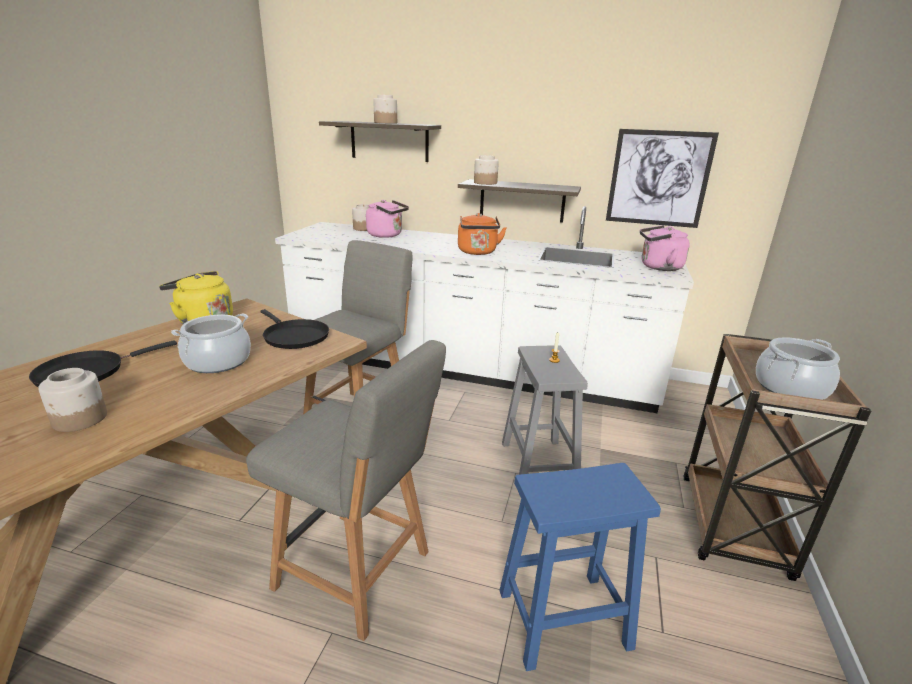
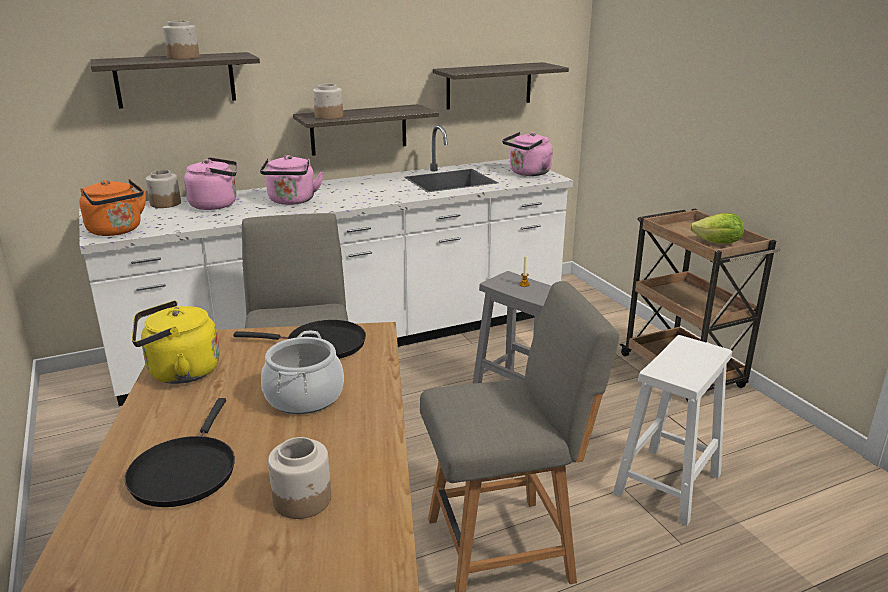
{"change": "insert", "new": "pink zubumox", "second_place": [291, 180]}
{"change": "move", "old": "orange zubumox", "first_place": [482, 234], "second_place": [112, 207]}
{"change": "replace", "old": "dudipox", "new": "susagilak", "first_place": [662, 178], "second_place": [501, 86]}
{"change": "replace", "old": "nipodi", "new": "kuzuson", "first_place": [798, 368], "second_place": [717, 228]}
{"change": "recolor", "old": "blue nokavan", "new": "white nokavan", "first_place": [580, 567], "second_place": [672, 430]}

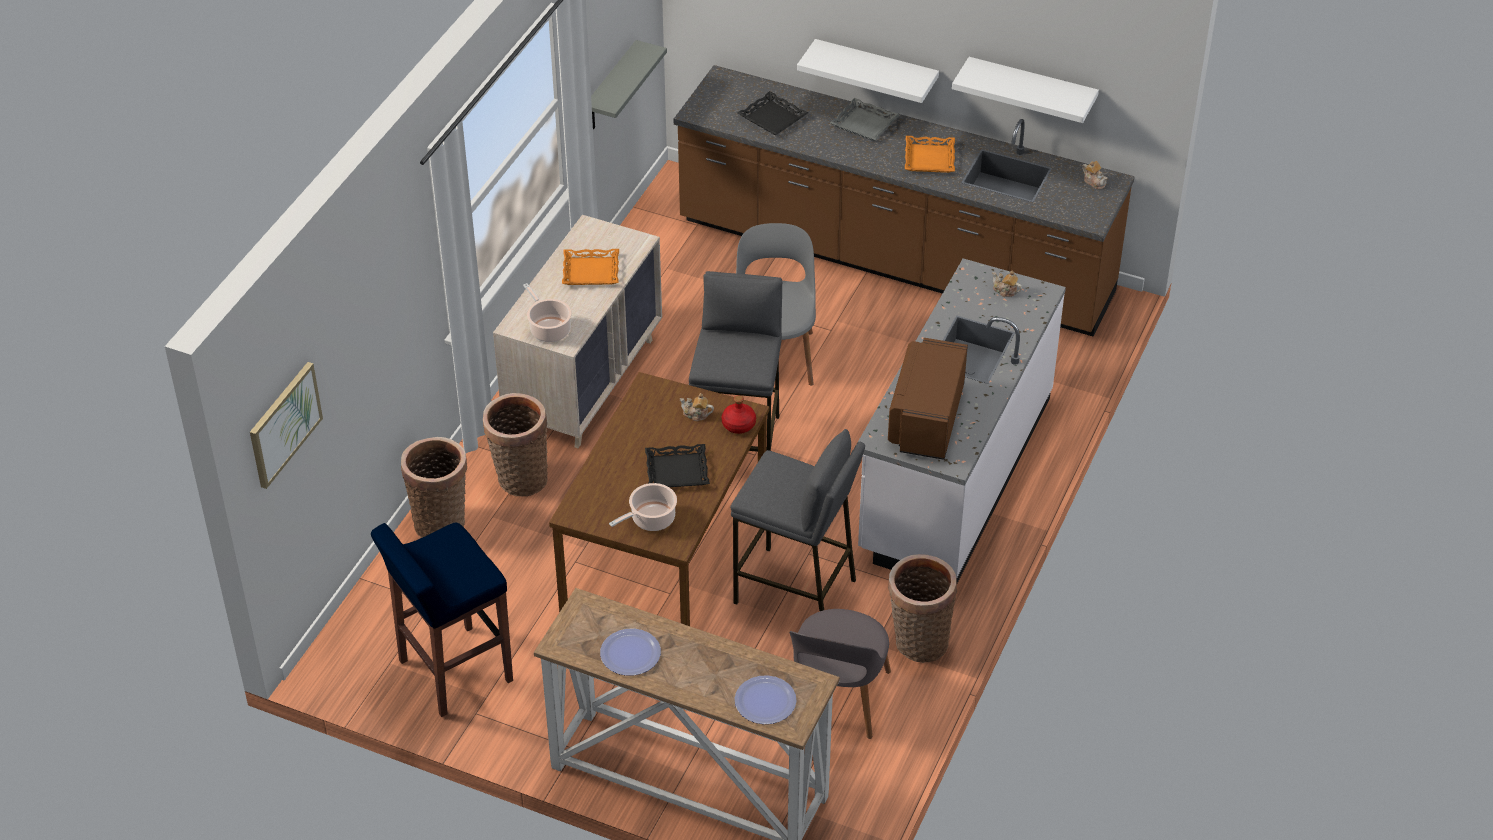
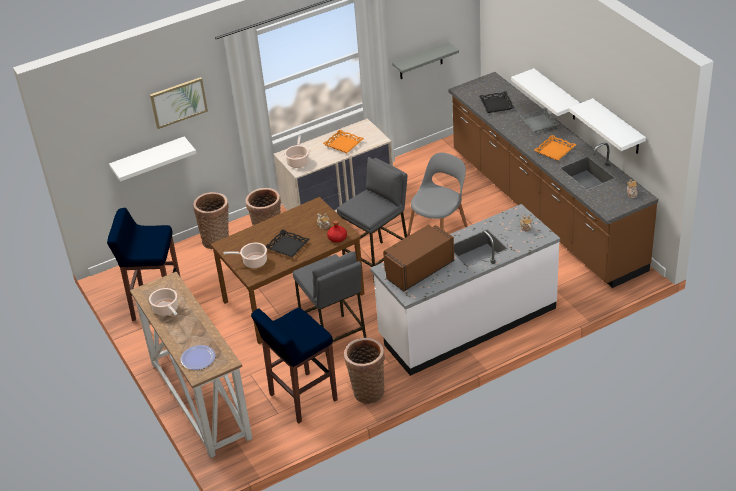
{"change": "insert", "new": "white susagilak", "second_place": [152, 159]}
{"change": "move", "old": "dudipox", "first_place": [286, 425], "second_place": [179, 103]}
{"change": "replace", "old": "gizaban", "new": "nipodi", "first_place": [630, 652], "second_place": [163, 302]}
{"change": "replace", "old": "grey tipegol", "new": "blue nokavan", "first_place": [840, 674], "second_place": [294, 365]}

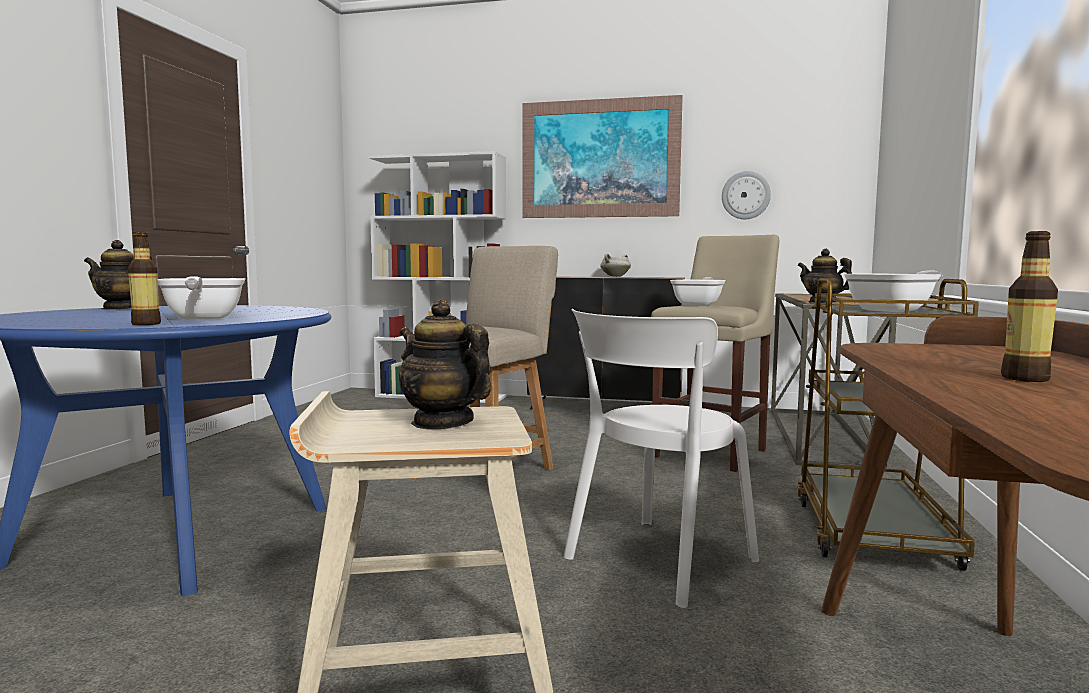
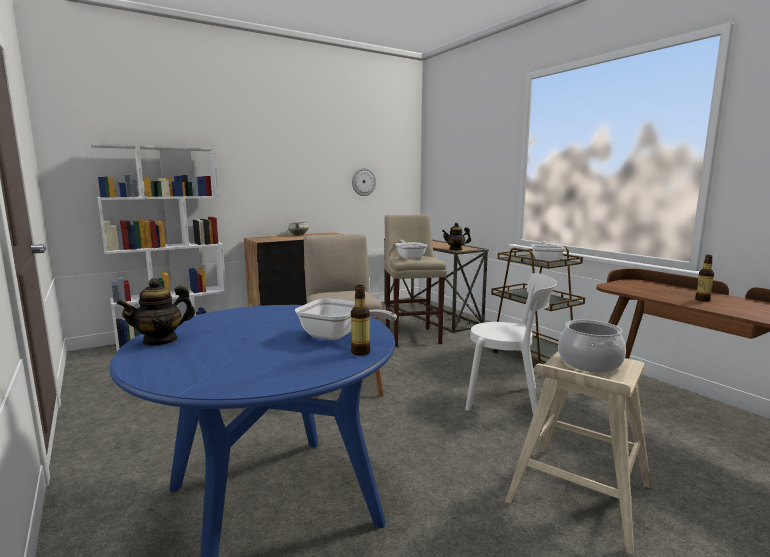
{"change": "delete", "old": "dudipox", "first_place": [602, 156]}
{"change": "replace", "old": "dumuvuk", "new": "nipodi", "first_place": [445, 365], "second_place": [592, 346]}
{"change": "rotate", "old": "white tipegol", "first_place": [661, 458], "second_place": [511, 344], "degrees": -75}

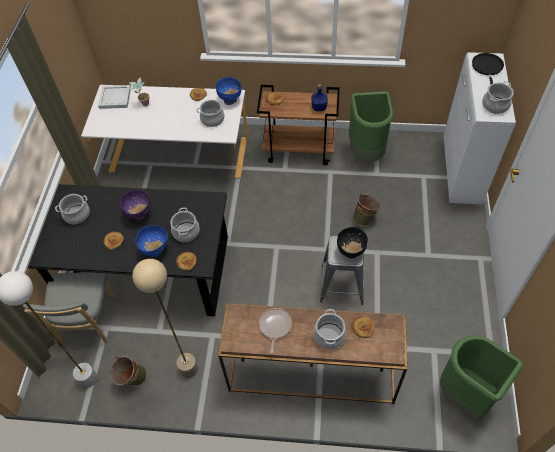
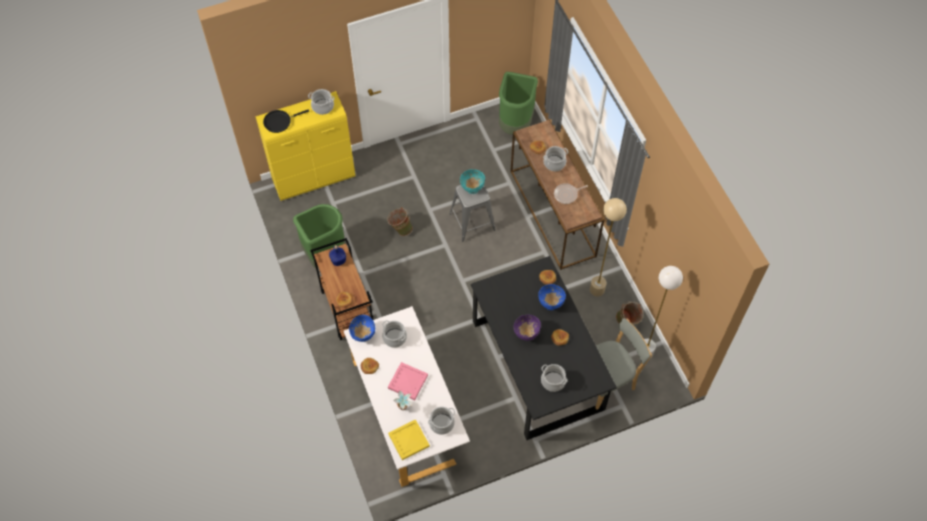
{"change": "insert", "new": "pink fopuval", "second_place": [408, 381]}
{"change": "move", "old": "nipodi", "first_place": [185, 225], "second_place": [441, 421]}
{"change": "recolor", "old": "white fopuval", "new": "yellow fopuval", "first_place": [114, 97], "second_place": [409, 439]}
{"change": "recolor", "old": "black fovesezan", "new": "turquoise fovesezan", "first_place": [352, 243], "second_place": [472, 181]}
{"change": "recolor", "old": "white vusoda", "new": "yellow vusoda", "first_place": [480, 128], "second_place": [305, 146]}

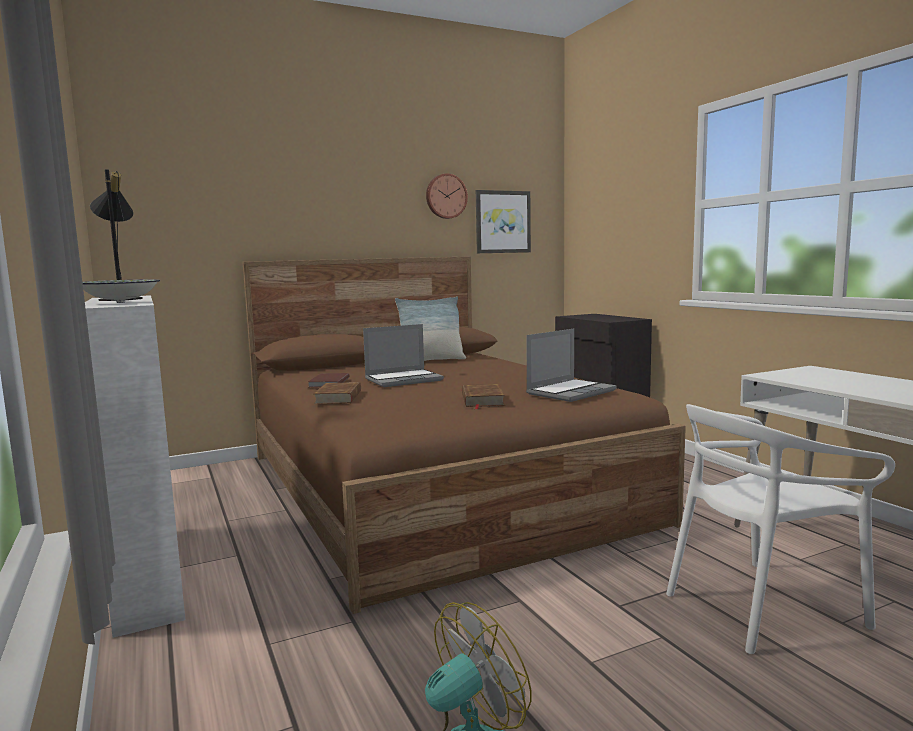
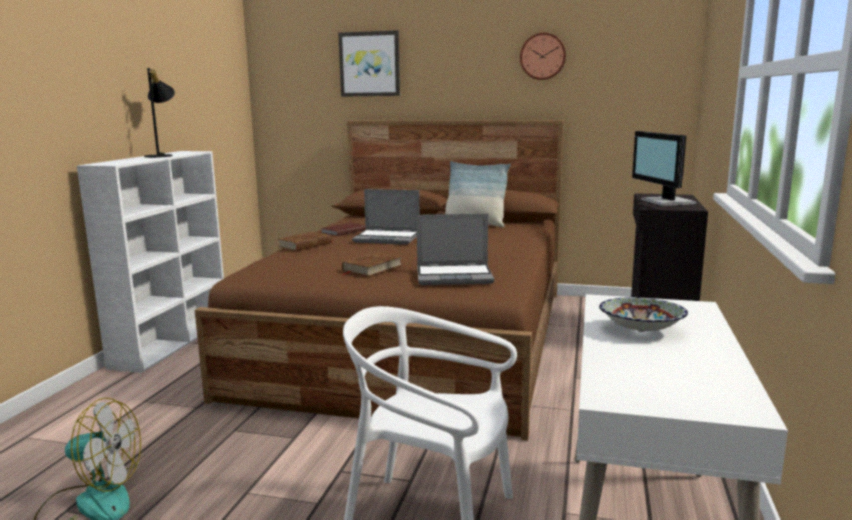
{"change": "insert", "new": "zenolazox", "second_place": [664, 168]}
{"change": "move", "old": "fovesezan", "first_place": [121, 291], "second_place": [643, 314]}
{"change": "move", "old": "dudipox", "first_place": [503, 221], "second_place": [369, 63]}

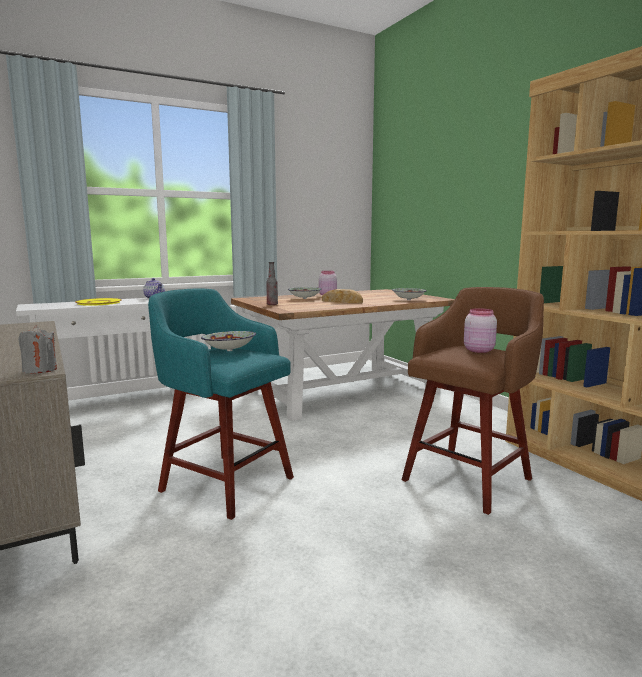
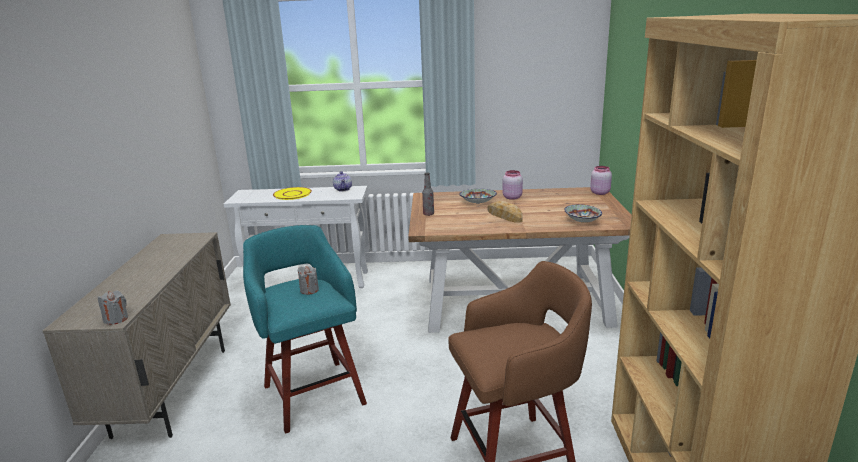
{"change": "move", "old": "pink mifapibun", "first_place": [480, 330], "second_place": [601, 180]}
{"change": "replace", "old": "fovesezan", "new": "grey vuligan", "first_place": [228, 341], "second_place": [308, 280]}

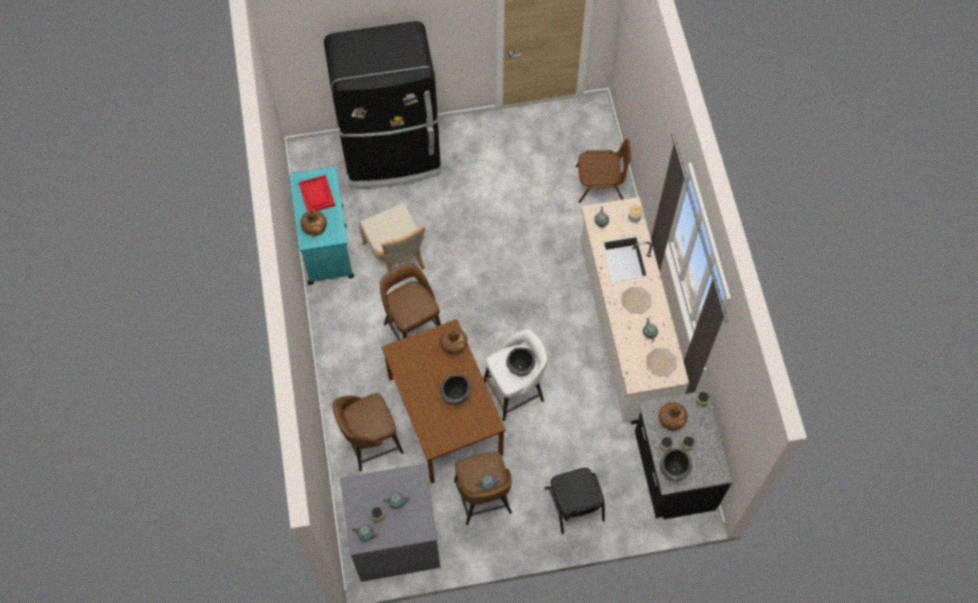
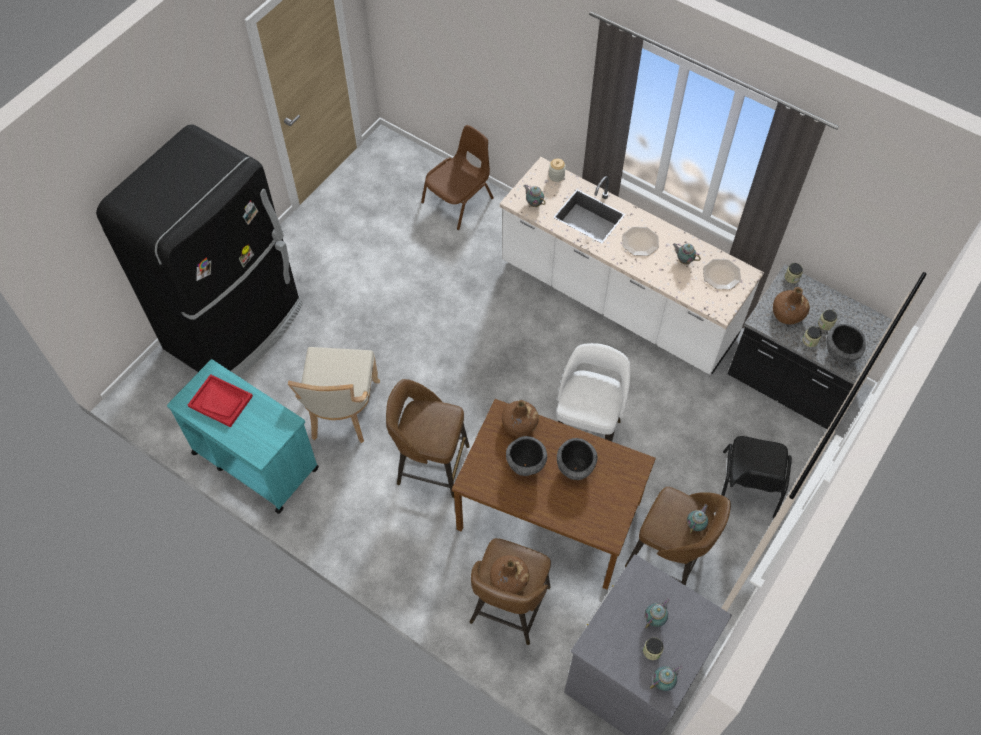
{"change": "move", "old": "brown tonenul", "first_place": [313, 223], "second_place": [509, 574]}
{"change": "move", "old": "fovesezan", "first_place": [521, 361], "second_place": [526, 456]}
{"change": "rotate", "old": "beige tipegol", "first_place": [392, 237], "second_place": [334, 395], "degrees": 75}
{"change": "rotate", "old": "black tipegol", "first_place": [574, 501], "second_place": [756, 477], "degrees": 75}

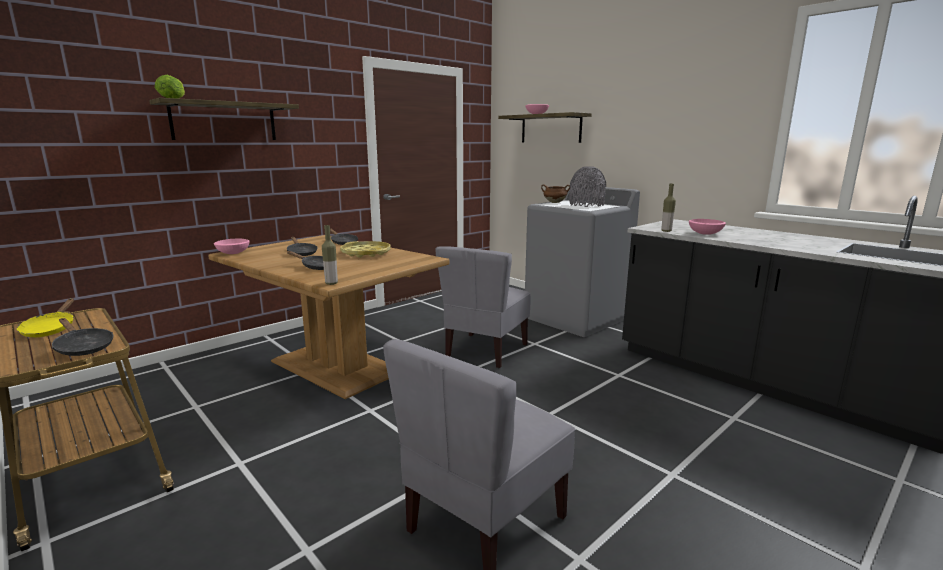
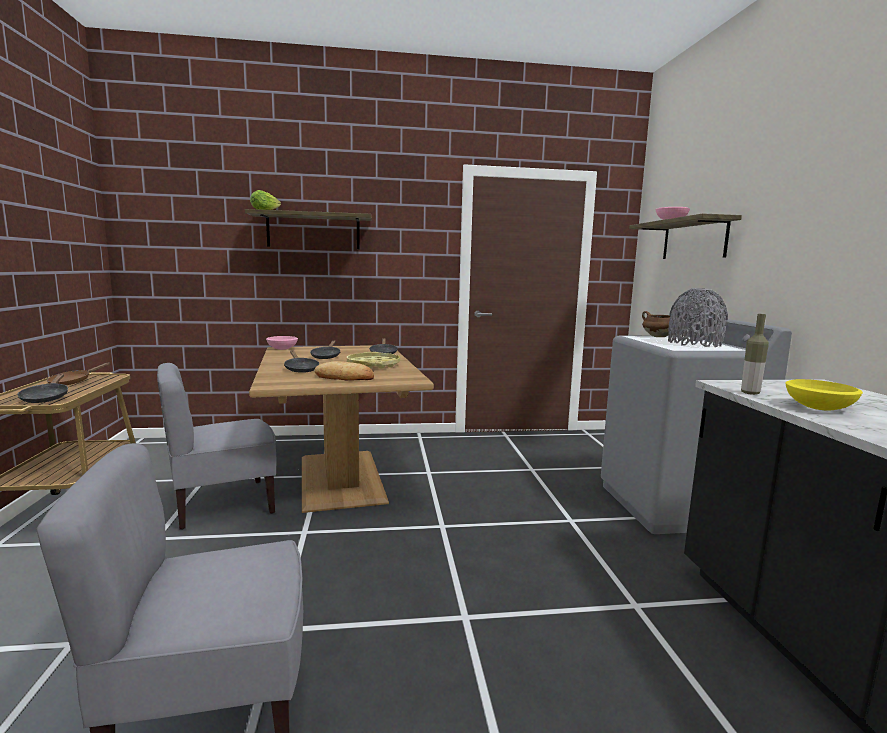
{"change": "delete", "old": "tonenul", "first_place": [330, 255]}
{"change": "insert", "new": "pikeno", "second_place": [344, 371]}
{"change": "move", "old": "grey tipegol", "first_place": [483, 307], "second_place": [217, 446]}
{"change": "recolor", "old": "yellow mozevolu", "new": "brown mozevolu", "first_place": [45, 317], "second_place": [78, 373]}
{"change": "recolor", "old": "pink fovesezan", "new": "yellow fovesezan", "first_place": [707, 227], "second_place": [824, 395]}

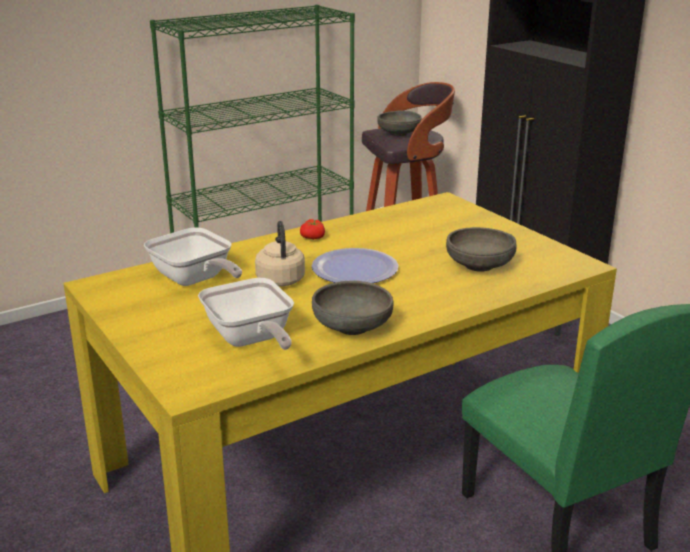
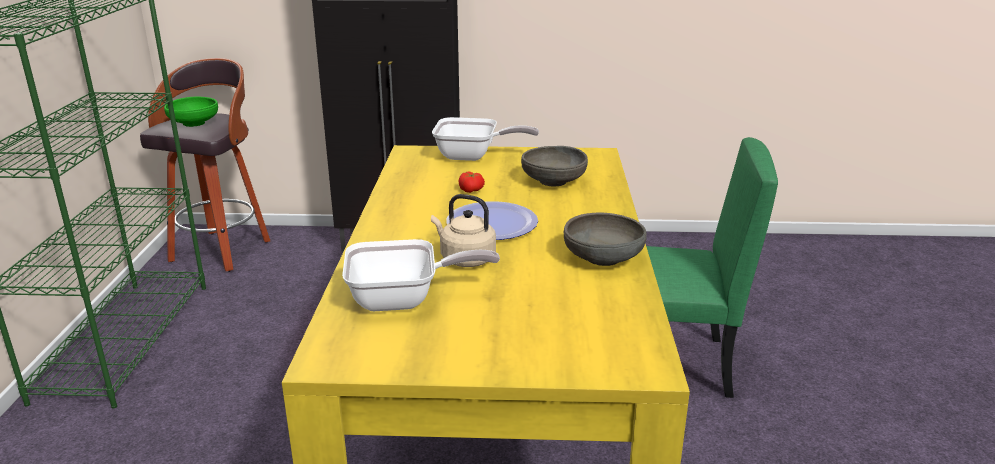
{"change": "move", "old": "mozevolu", "first_place": [246, 314], "second_place": [485, 139]}
{"change": "move", "old": "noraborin", "first_place": [312, 229], "second_place": [472, 182]}
{"change": "recolor", "old": "grey fovesezan", "new": "green fovesezan", "first_place": [399, 123], "second_place": [191, 112]}

